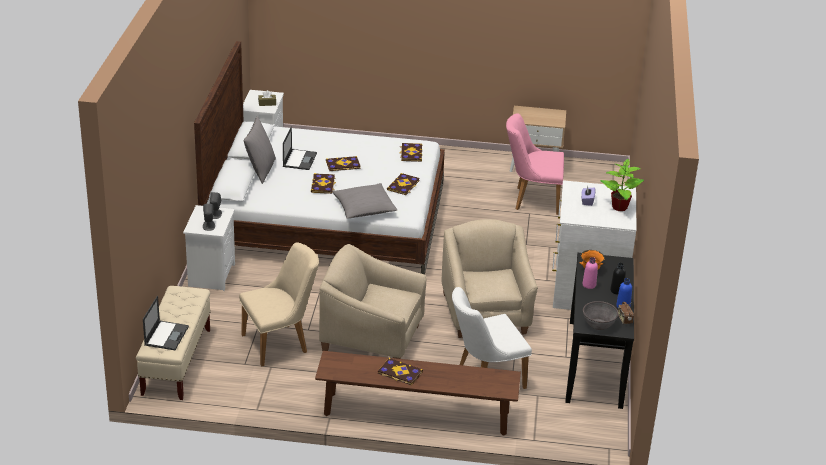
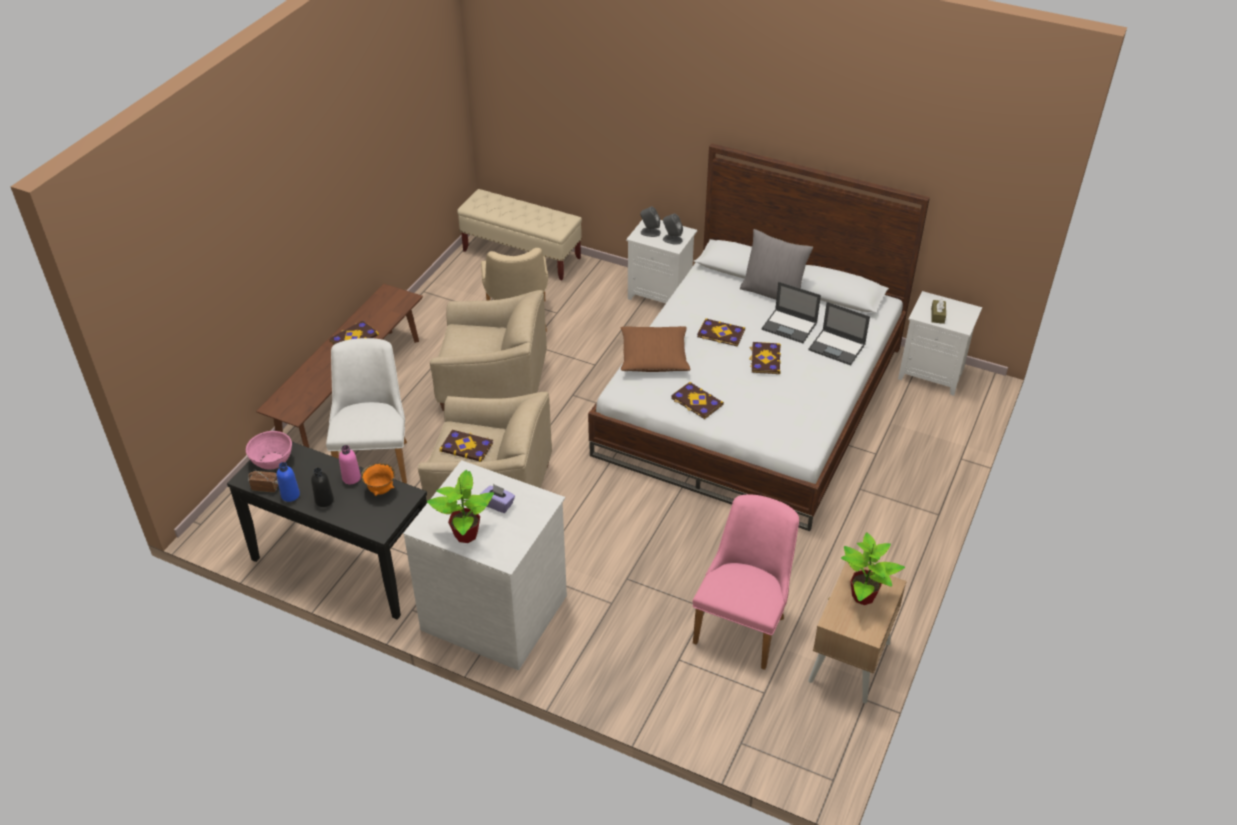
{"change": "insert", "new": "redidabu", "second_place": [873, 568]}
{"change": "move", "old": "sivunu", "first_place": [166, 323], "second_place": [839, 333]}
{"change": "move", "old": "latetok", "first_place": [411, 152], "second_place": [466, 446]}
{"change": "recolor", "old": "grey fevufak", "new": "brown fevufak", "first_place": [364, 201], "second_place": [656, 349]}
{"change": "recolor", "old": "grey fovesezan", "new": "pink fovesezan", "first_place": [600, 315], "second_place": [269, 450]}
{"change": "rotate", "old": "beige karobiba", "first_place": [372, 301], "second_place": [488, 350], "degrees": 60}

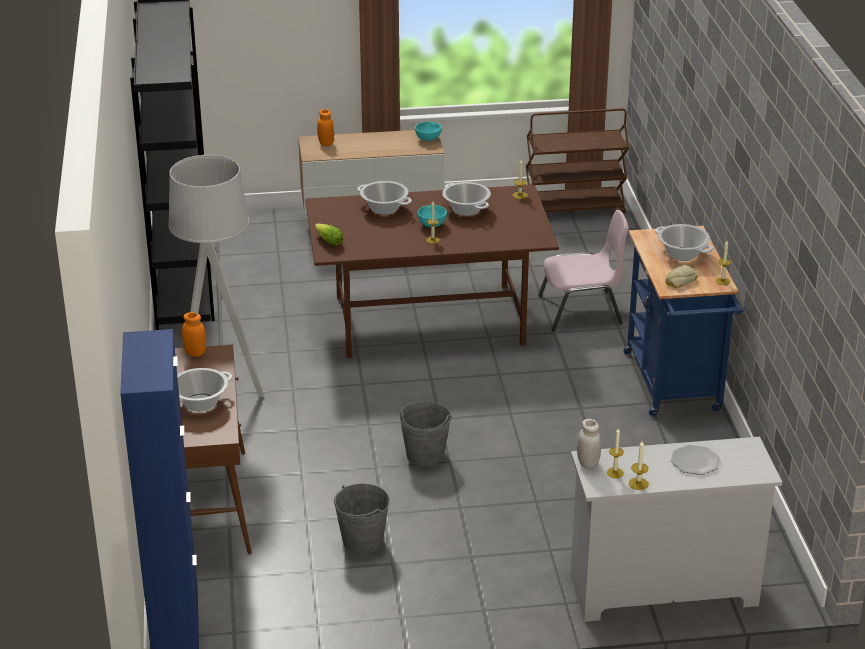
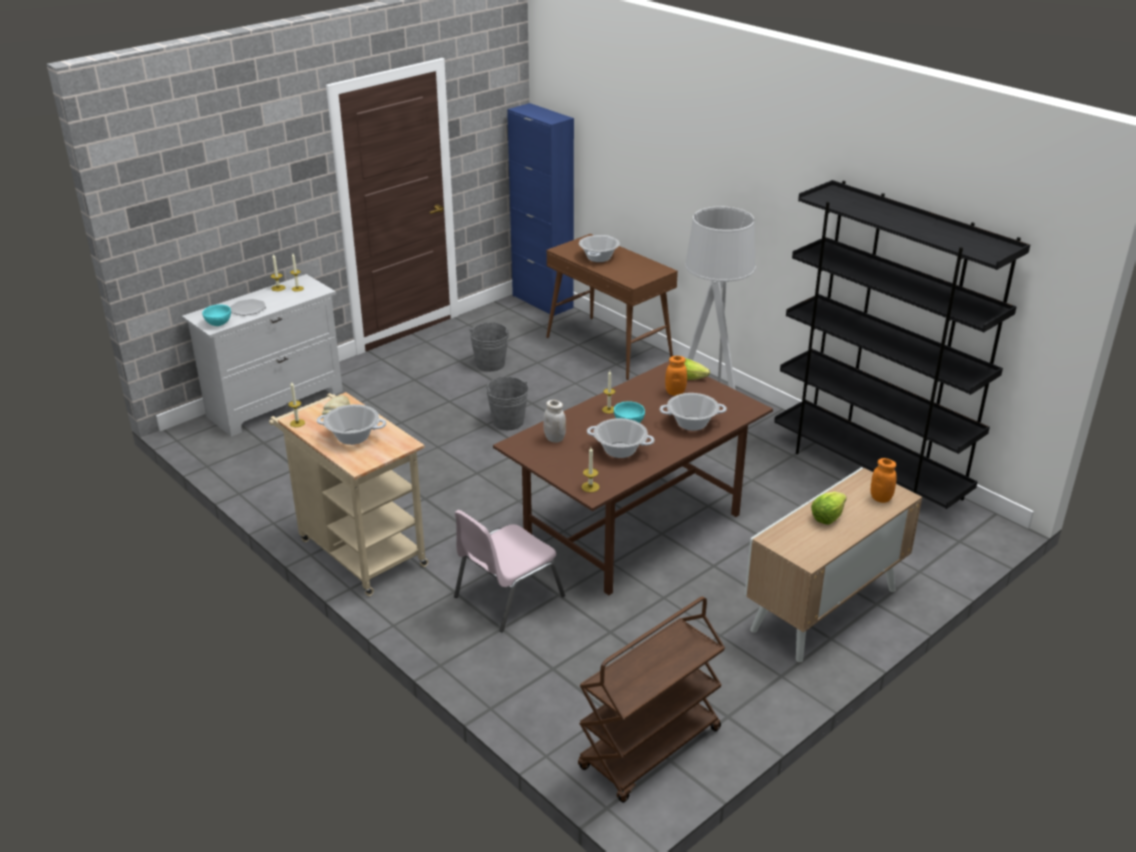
{"change": "insert", "new": "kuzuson", "second_place": [829, 508]}
{"change": "move", "old": "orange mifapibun", "first_place": [194, 334], "second_place": [676, 376]}
{"change": "move", "old": "turquoise fovesezan", "first_place": [428, 131], "second_place": [216, 315]}
{"change": "move", "old": "white mifapibun", "first_place": [589, 444], "second_place": [554, 421]}
{"change": "recolor", "old": "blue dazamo", "new": "beige dazamo", "first_place": [683, 321], "second_place": [348, 494]}

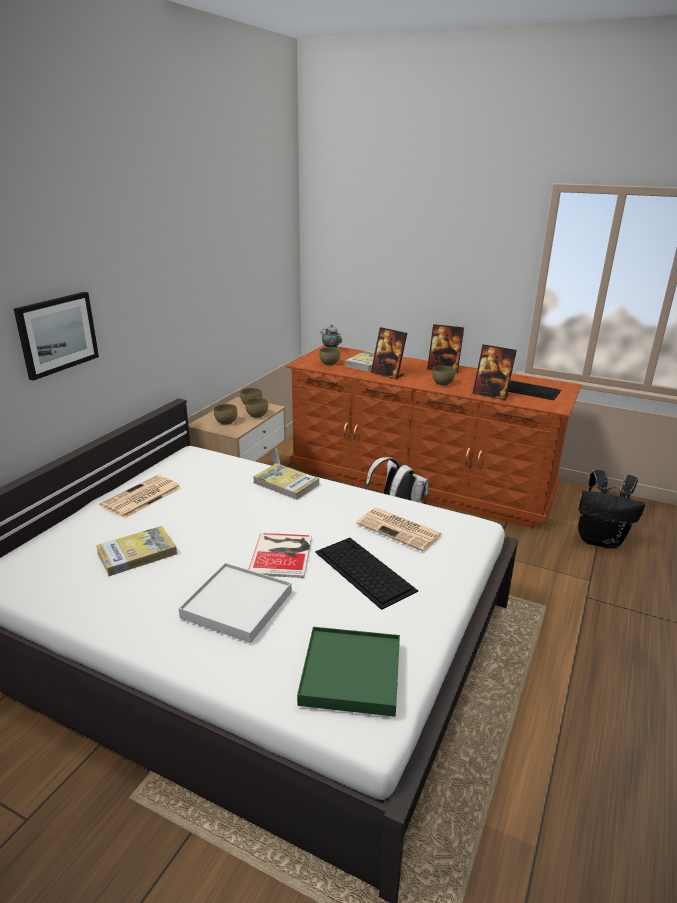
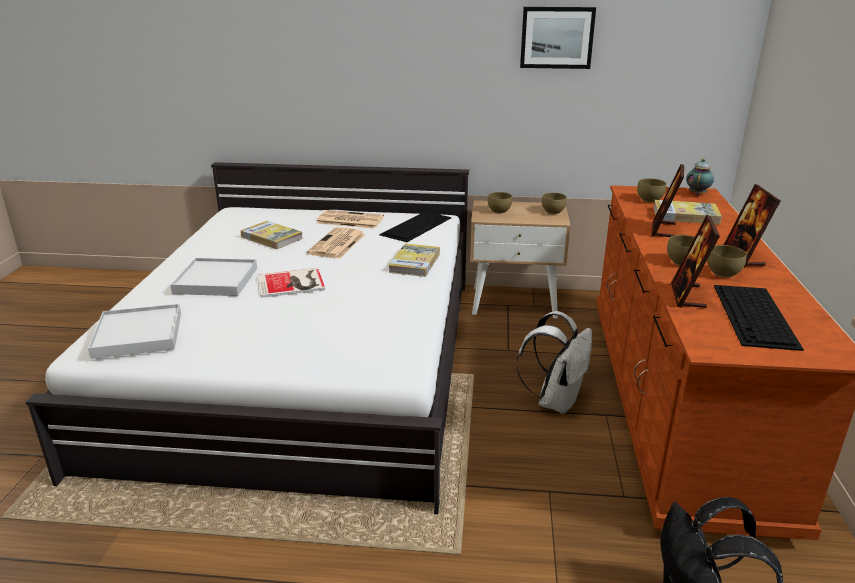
{"change": "move", "old": "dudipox", "first_place": [56, 336], "second_place": [558, 38]}
{"change": "move", "old": "brown fovesezan", "first_place": [256, 408], "second_place": [727, 261]}
{"change": "move", "old": "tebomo", "first_place": [366, 574], "second_place": [415, 226]}
{"change": "move", "old": "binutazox", "first_place": [399, 530], "second_place": [336, 242]}
{"change": "recolor", "old": "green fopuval", "new": "white fopuval", "first_place": [348, 672], "second_place": [134, 331]}

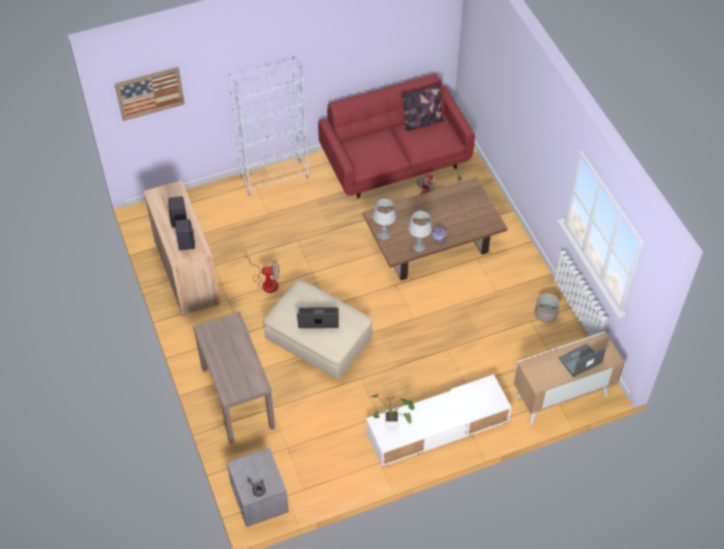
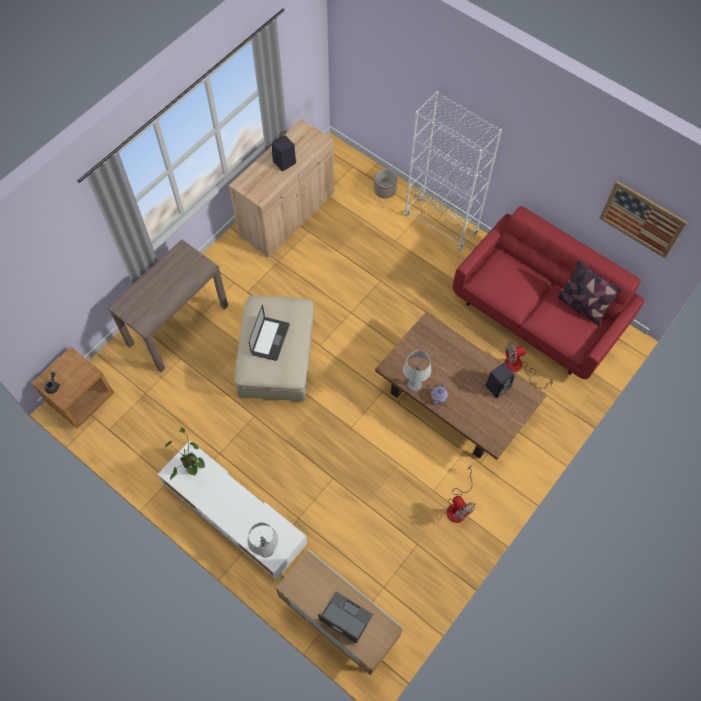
{"change": "move", "old": "dudipox", "first_place": [150, 94], "second_place": [643, 219]}
{"change": "move", "old": "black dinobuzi", "first_place": [185, 234], "second_place": [500, 380]}
{"change": "move", "old": "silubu", "first_place": [262, 274], "second_place": [461, 494]}
{"change": "move", "old": "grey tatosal", "first_place": [384, 219], "second_place": [262, 540]}
{"change": "move", "old": "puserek", "first_place": [547, 308], "second_place": [385, 183]}
{"change": "recolor", "old": "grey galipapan", "new": "brown galipapan", "first_place": [258, 487], "second_place": [72, 388]}
{"change": "rotate", "old": "sivunu", "first_place": [318, 317], "second_place": [269, 332], "degrees": 45}

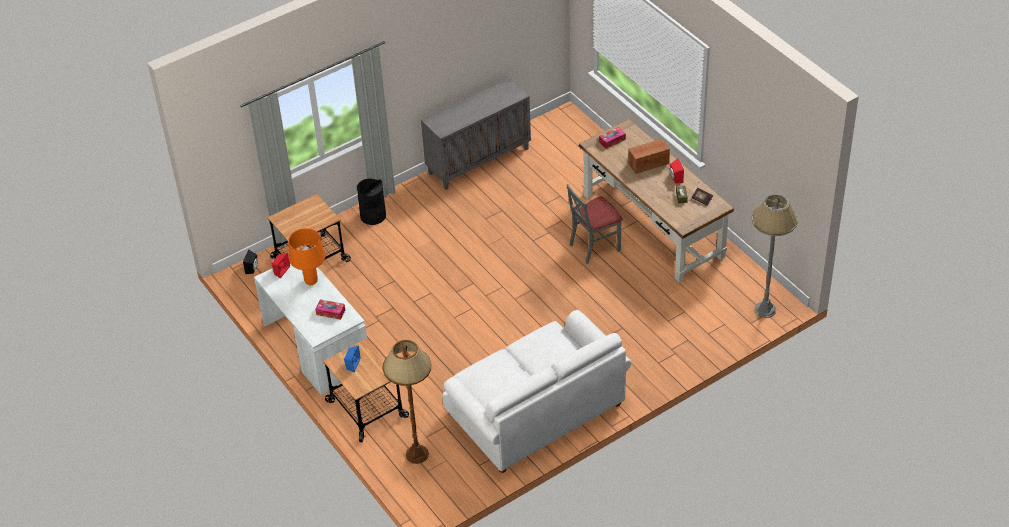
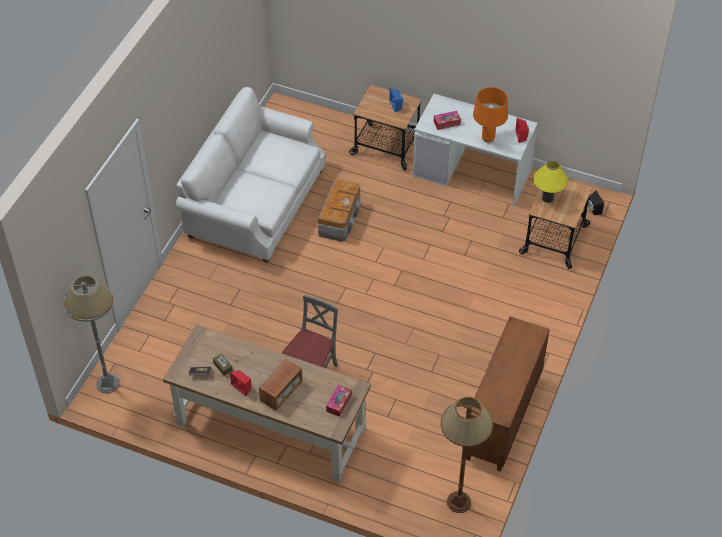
{"change": "delete", "old": "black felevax", "first_place": [371, 202]}
{"change": "insert", "new": "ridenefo", "second_place": [339, 210]}
{"change": "insert", "new": "yellow tatosal", "second_place": [550, 182]}
{"change": "move", "old": "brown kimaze", "first_place": [407, 402], "second_place": [466, 455]}
{"change": "recolor", "old": "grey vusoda", "new": "brown vusoda", "first_place": [476, 134], "second_place": [508, 394]}

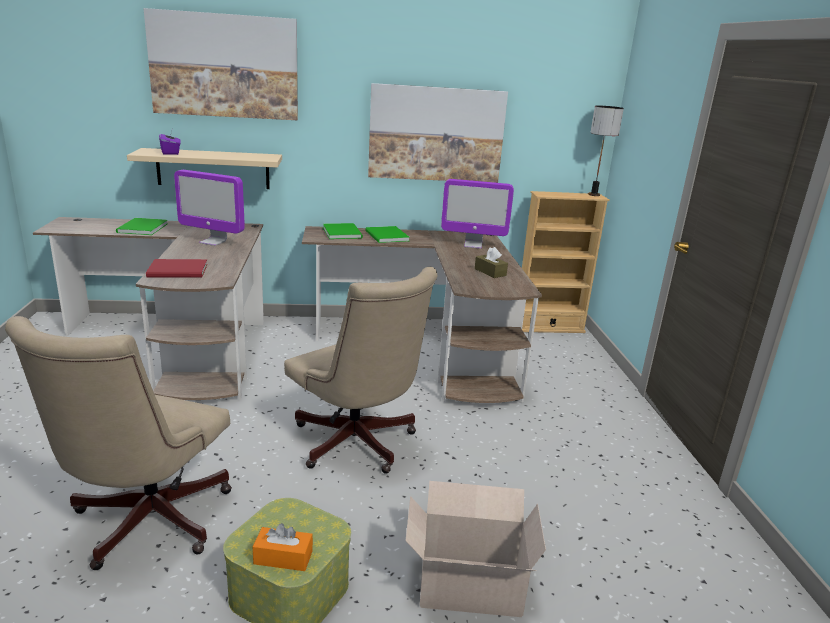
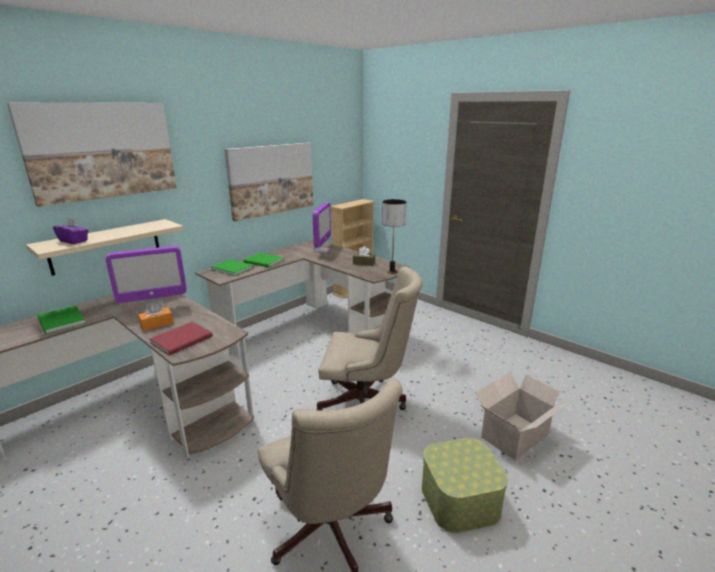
{"change": "move", "old": "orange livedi", "first_place": [282, 547], "second_place": [155, 317]}
{"change": "move", "old": "tatosal", "first_place": [606, 150], "second_place": [394, 236]}
{"change": "rotate", "old": "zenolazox", "first_place": [477, 214], "second_place": [321, 228], "degrees": -45}

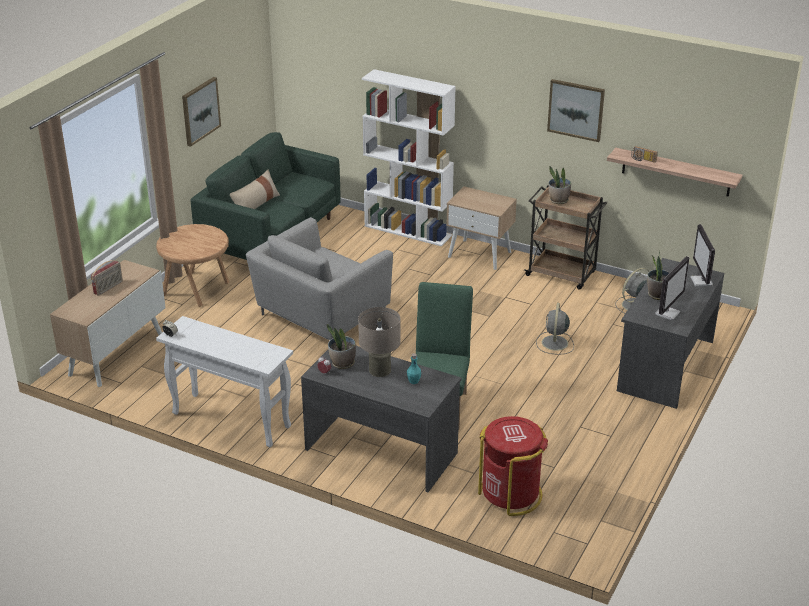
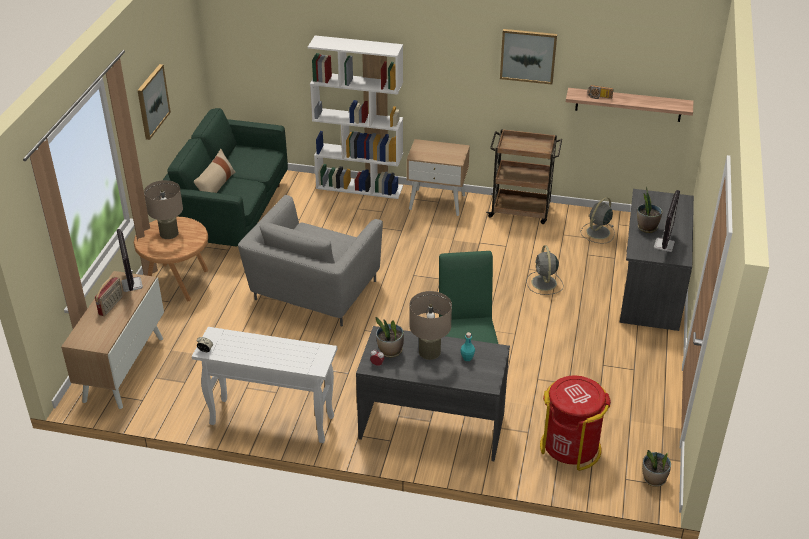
{"change": "insert", "new": "beige tatosal", "second_place": [163, 209]}
{"change": "move", "old": "redidabu", "first_place": [559, 185], "second_place": [656, 468]}
{"change": "move", "old": "zenolazox", "first_place": [702, 255], "second_place": [130, 260]}

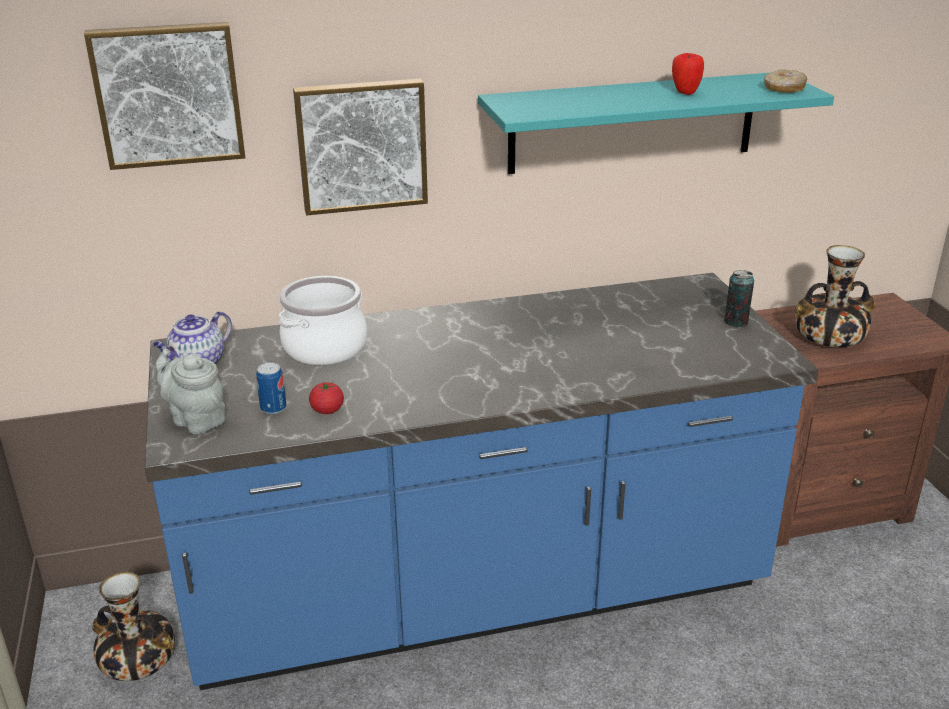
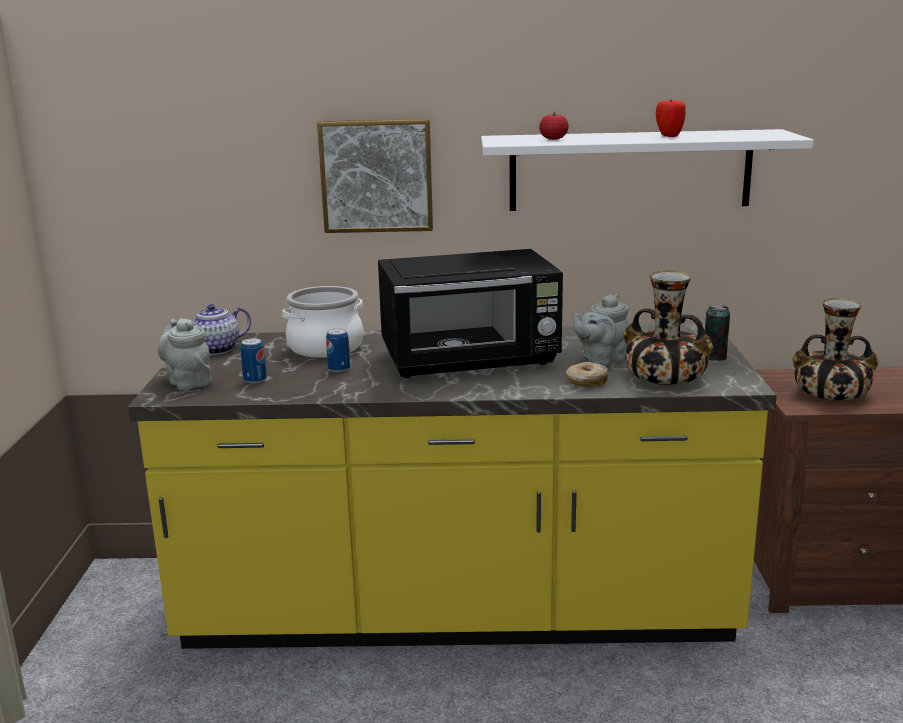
{"change": "delete", "old": "dudipox", "first_place": [164, 96]}
{"change": "insert", "new": "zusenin", "second_place": [338, 350]}
{"change": "insert", "new": "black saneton", "second_place": [470, 313]}
{"change": "insert", "new": "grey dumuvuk", "second_place": [601, 330]}
{"change": "move", "old": "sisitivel", "first_place": [133, 626], "second_place": [668, 328]}
{"change": "move", "old": "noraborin", "first_place": [326, 398], "second_place": [554, 126]}
{"change": "move", "old": "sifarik", "first_place": [785, 81], "second_place": [587, 374]}
{"change": "recolor", "old": "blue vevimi", "new": "yellow vevimi", "first_place": [481, 481], "second_place": [452, 486]}
{"change": "recolor", "old": "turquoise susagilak", "new": "white susagilak", "first_place": [656, 123], "second_place": [647, 170]}

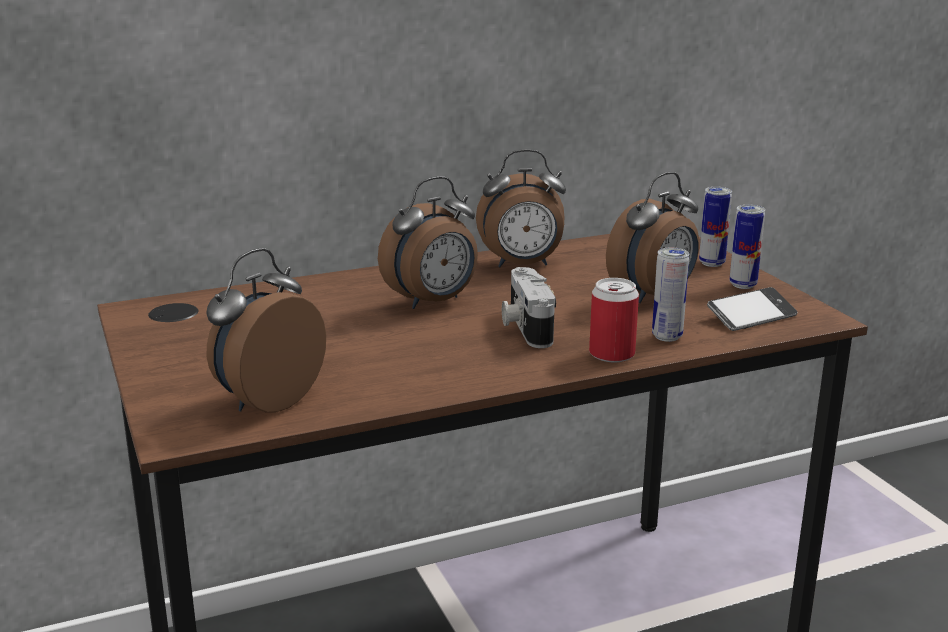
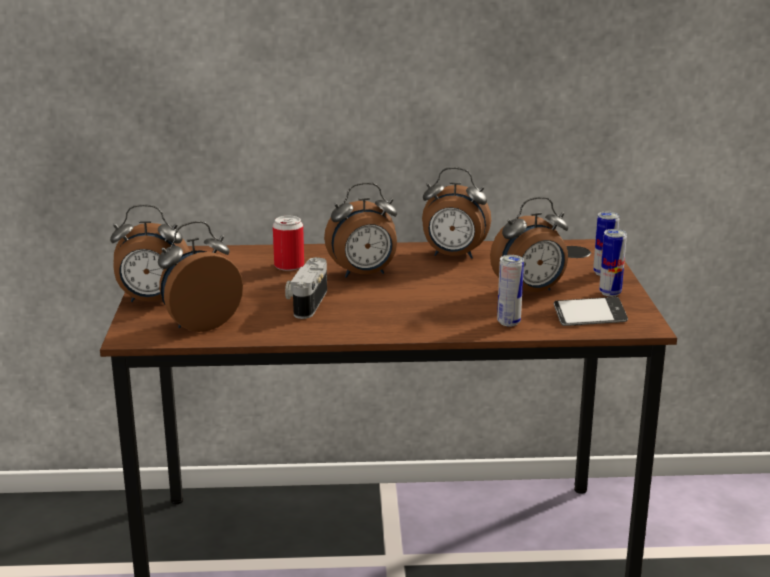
{"change": "insert", "new": "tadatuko", "second_place": [150, 253]}
{"change": "move", "old": "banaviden", "first_place": [529, 307], "second_place": [306, 288]}
{"change": "move", "old": "zusenin", "first_place": [614, 320], "second_place": [288, 243]}

